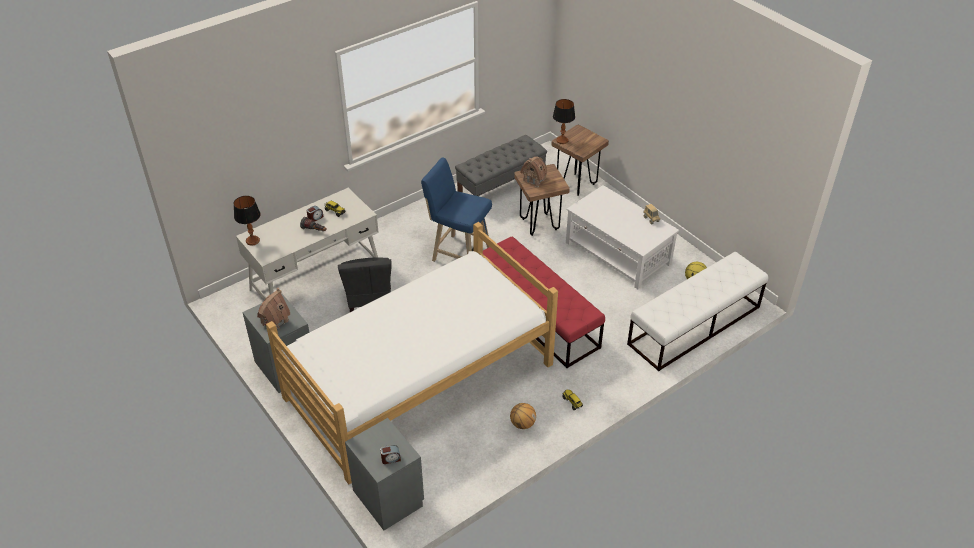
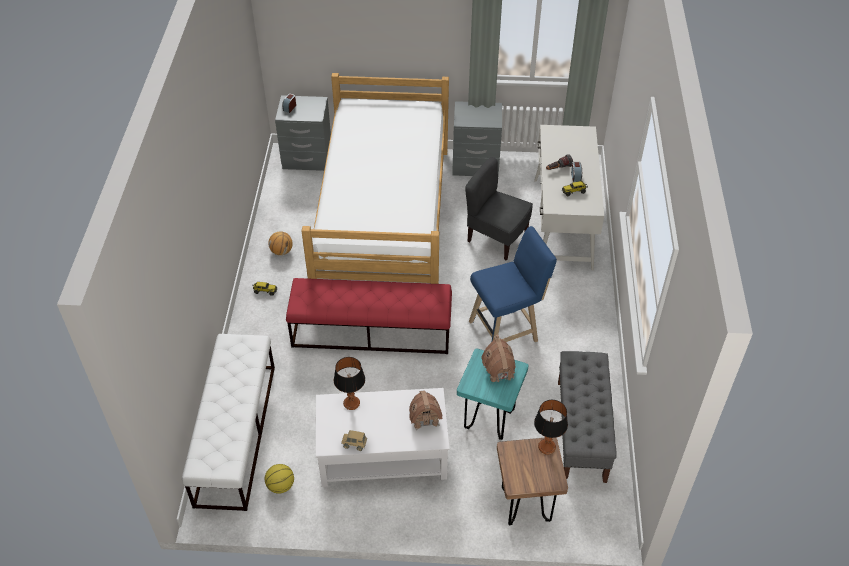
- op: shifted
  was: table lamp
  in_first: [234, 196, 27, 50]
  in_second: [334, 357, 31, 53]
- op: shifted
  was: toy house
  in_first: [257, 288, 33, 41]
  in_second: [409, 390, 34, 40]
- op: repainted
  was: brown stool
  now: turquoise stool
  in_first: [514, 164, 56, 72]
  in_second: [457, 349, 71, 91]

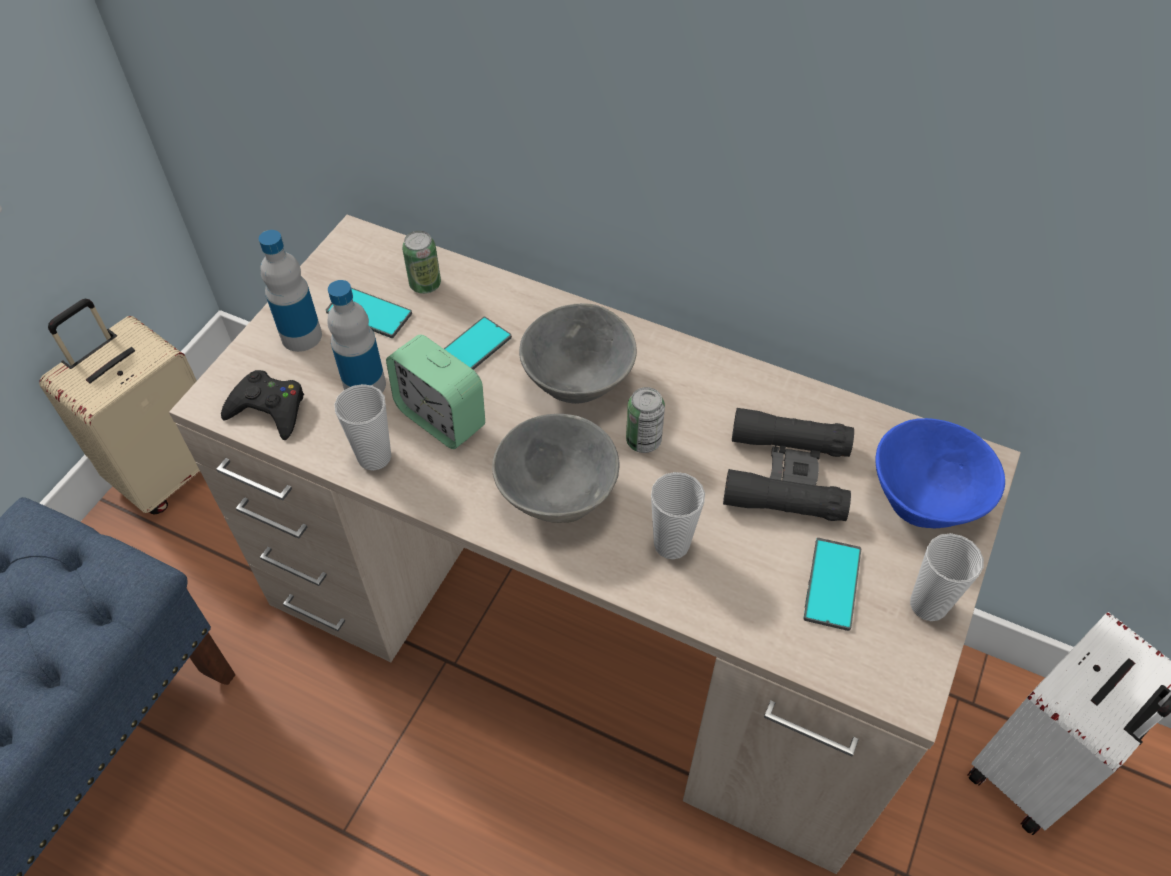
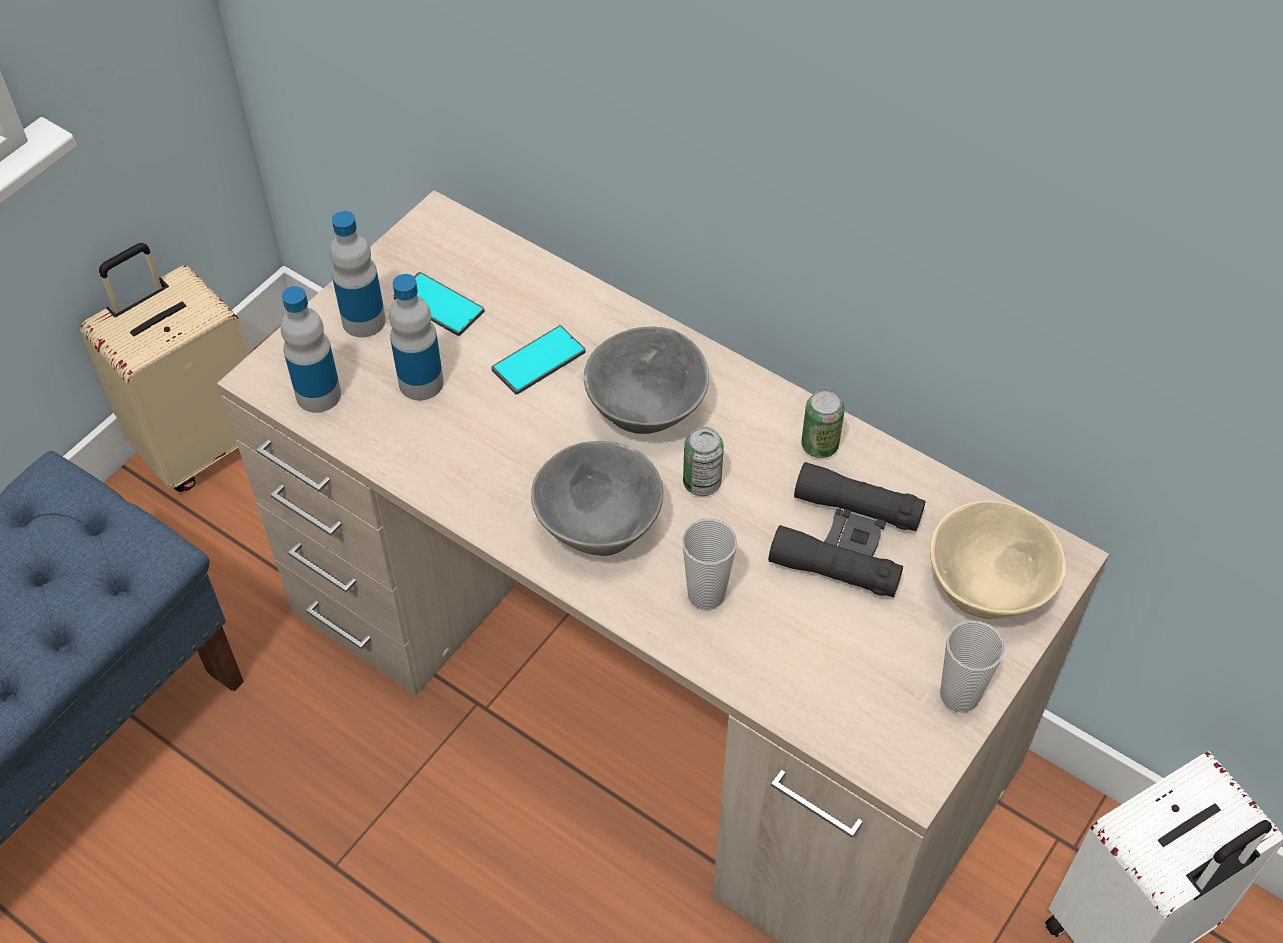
- op: swapped
  was: black game controller
  now: bottle
  in_first: [221, 370, 83, 70]
  in_second: [281, 286, 60, 127]
- op: shifted
  was: can
  in_first: [402, 231, 39, 63]
  in_second: [801, 389, 44, 69]
- op: repainted
  was: blue bowl
  now: beige bowl
  in_first: [875, 418, 130, 110]
  in_second: [930, 500, 136, 119]
- op: gone
  was: cup
  in_first: [334, 384, 57, 87]
- op: gone
  was: alarm clock
  in_first: [386, 334, 99, 115]
- op: gone
  was: phone
  in_first: [804, 538, 57, 93]

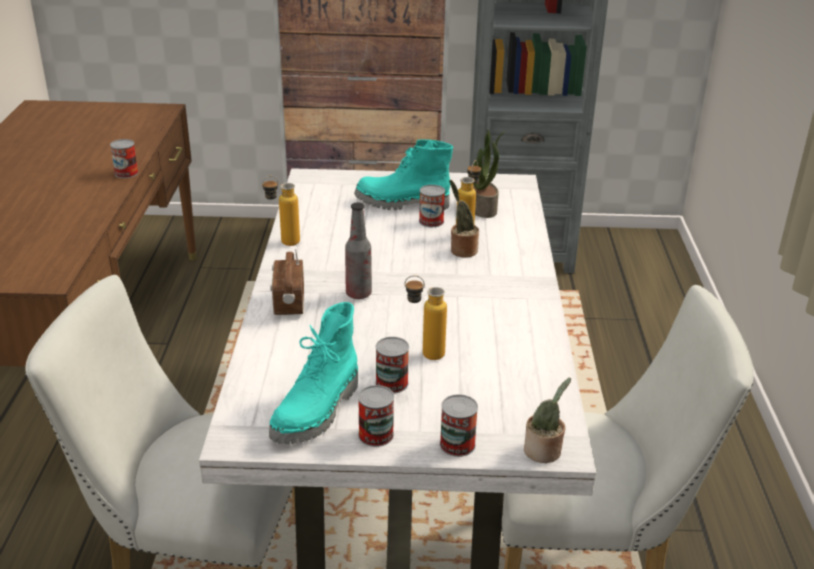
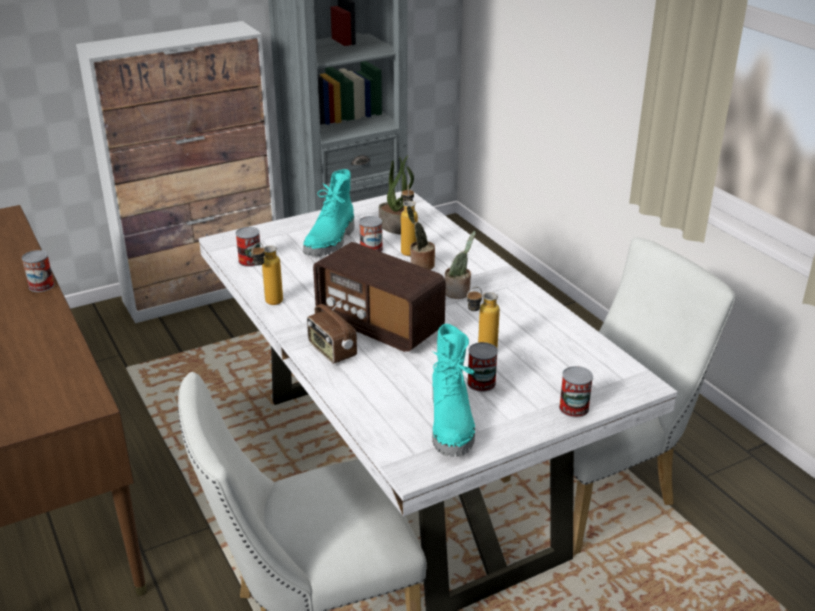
- op: shifted
  was: can
  in_first: [358, 385, 36, 62]
  in_second: [236, 227, 25, 40]
- op: rotated
  was: turquoise boot
  in_first: [354, 139, 99, 71]
  in_second: [303, 169, 51, 87]
  clockwise: -45
- op: swapped
  was: bottle
  now: radio
  in_first: [345, 202, 27, 97]
  in_second: [313, 242, 133, 110]
- op: shifted
  was: potted plant
  in_first: [524, 377, 47, 86]
  in_second: [445, 231, 31, 68]

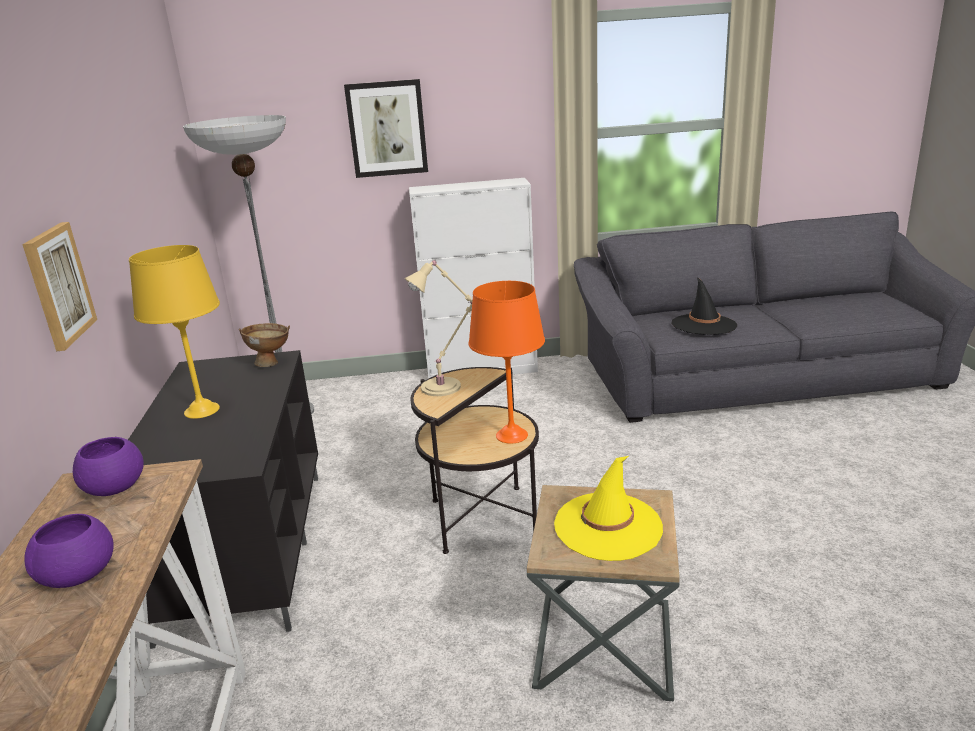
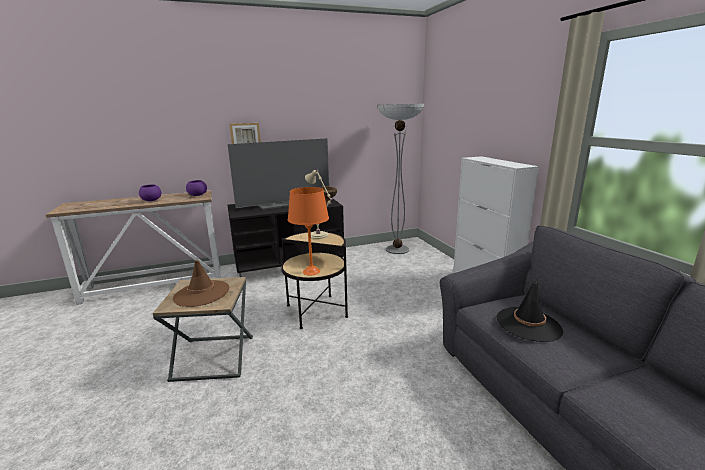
- op: repainted
  was: yellow hat
  now: brown hat
  in_first: [554, 456, 109, 105]
  in_second: [173, 260, 56, 47]
- op: swapped
  was: yellow table lamp
  now: television
  in_first: [129, 245, 91, 174]
  in_second: [228, 138, 101, 72]
- op: gone
  was: picture
  in_first: [344, 79, 84, 99]

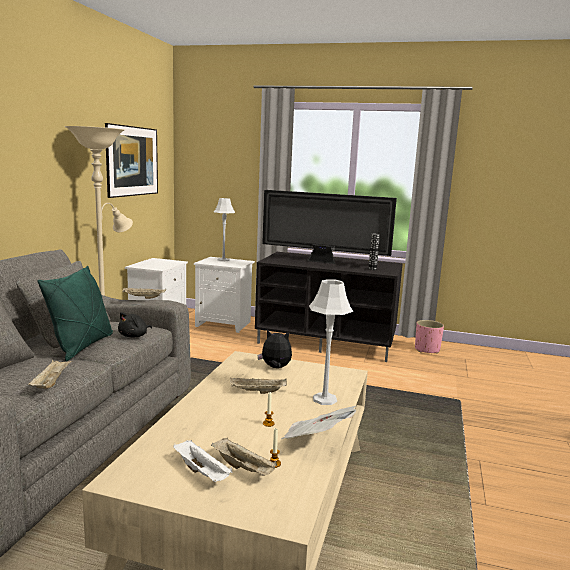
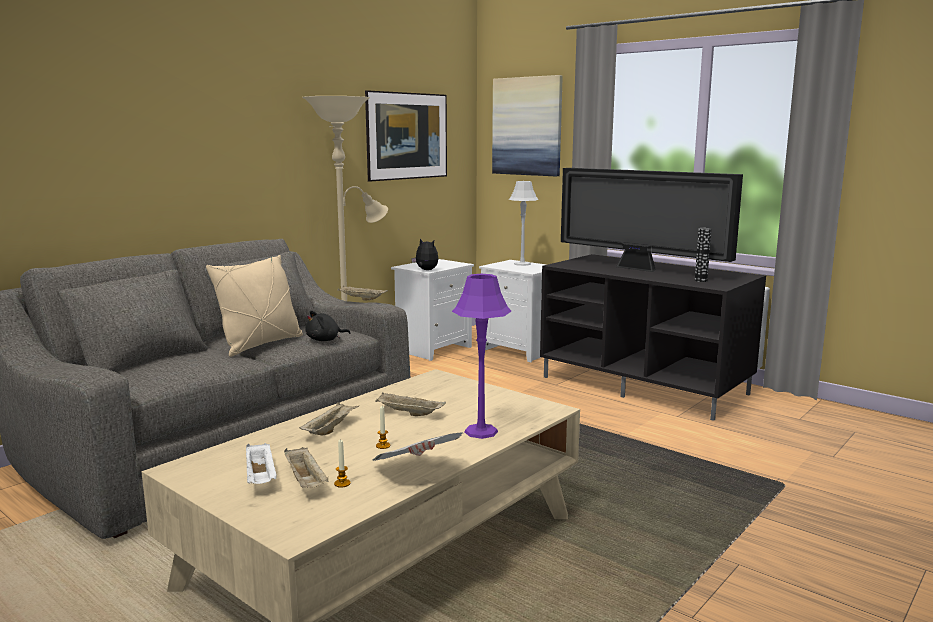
- op: repainted
  was: green pillow
  now: beige pillow
  in_first: [38, 266, 75, 95]
  in_second: [206, 255, 97, 102]
- op: shifted
  was: beige tray
  in_first: [28, 360, 45, 28]
  in_second: [299, 402, 60, 33]
- op: shifted
  was: plush toy
  in_first: [257, 329, 35, 39]
  in_second: [411, 238, 27, 32]
- op: repainted
  was: grey table lamp
  now: purple table lamp
  in_first: [309, 279, 45, 126]
  in_second: [452, 274, 59, 165]
- op: new
  now: picture
  in_second: [492, 75, 71, 101]
- op: gone
  was: pink planter
  in_first: [415, 320, 29, 34]

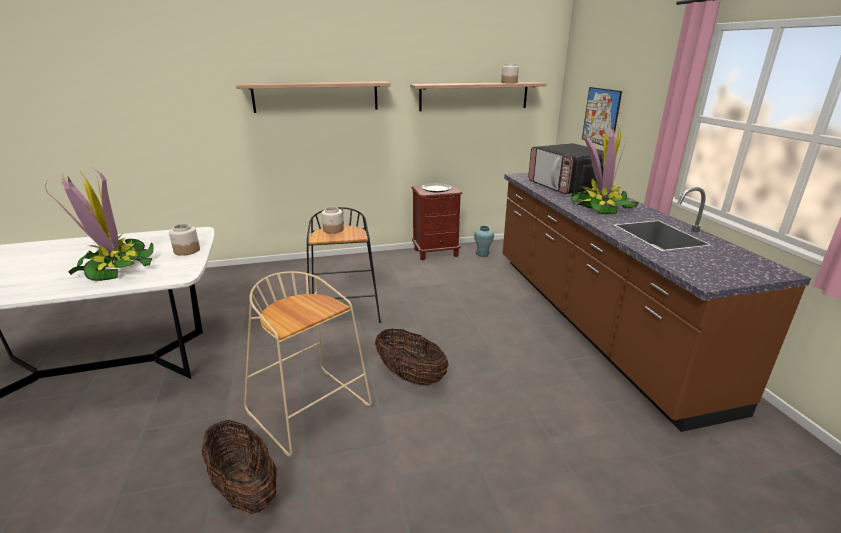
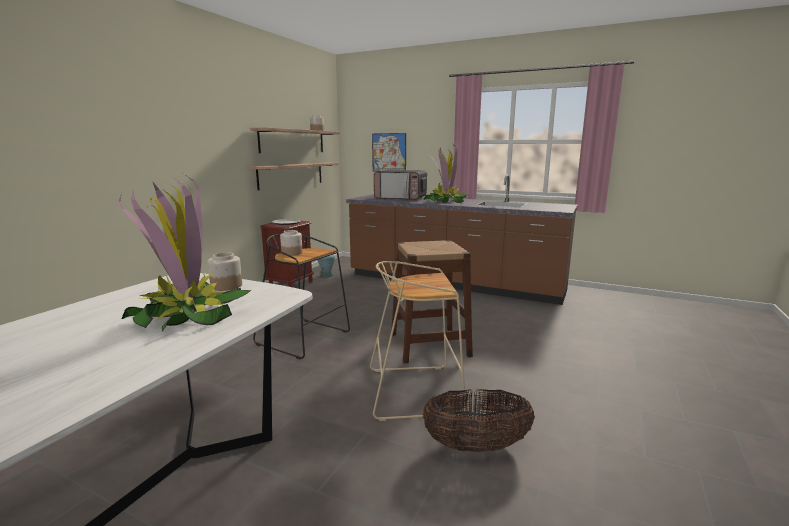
- op: shifted
  was: shelf
  in_first: [236, 81, 155, 32]
  in_second: [249, 162, 90, 28]
- op: swapped
  was: basket
  now: brown stool
  in_first: [375, 328, 74, 58]
  in_second: [391, 240, 82, 123]

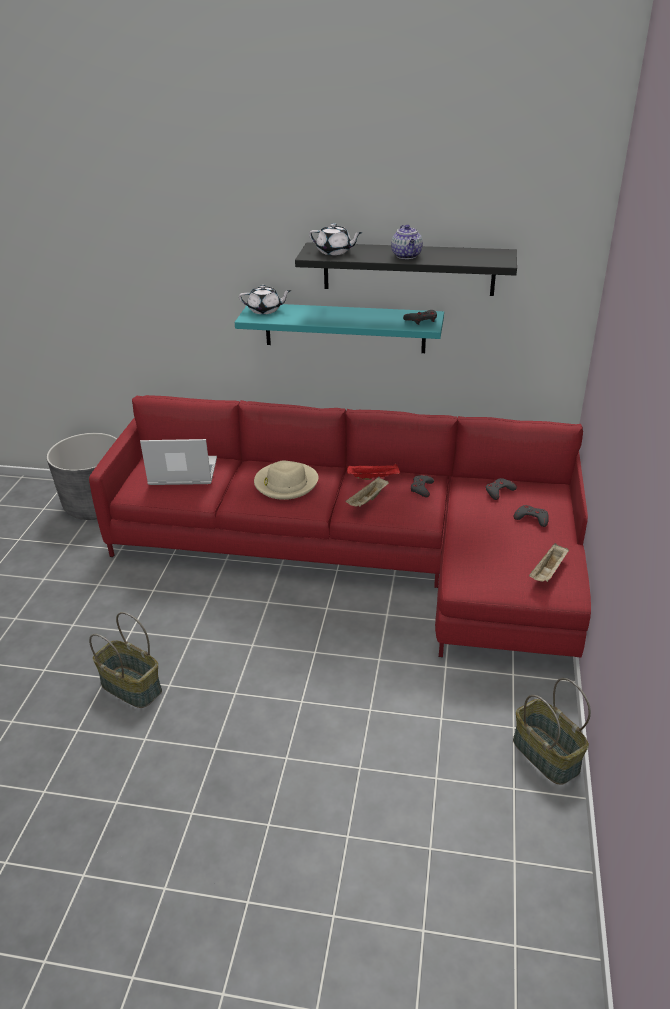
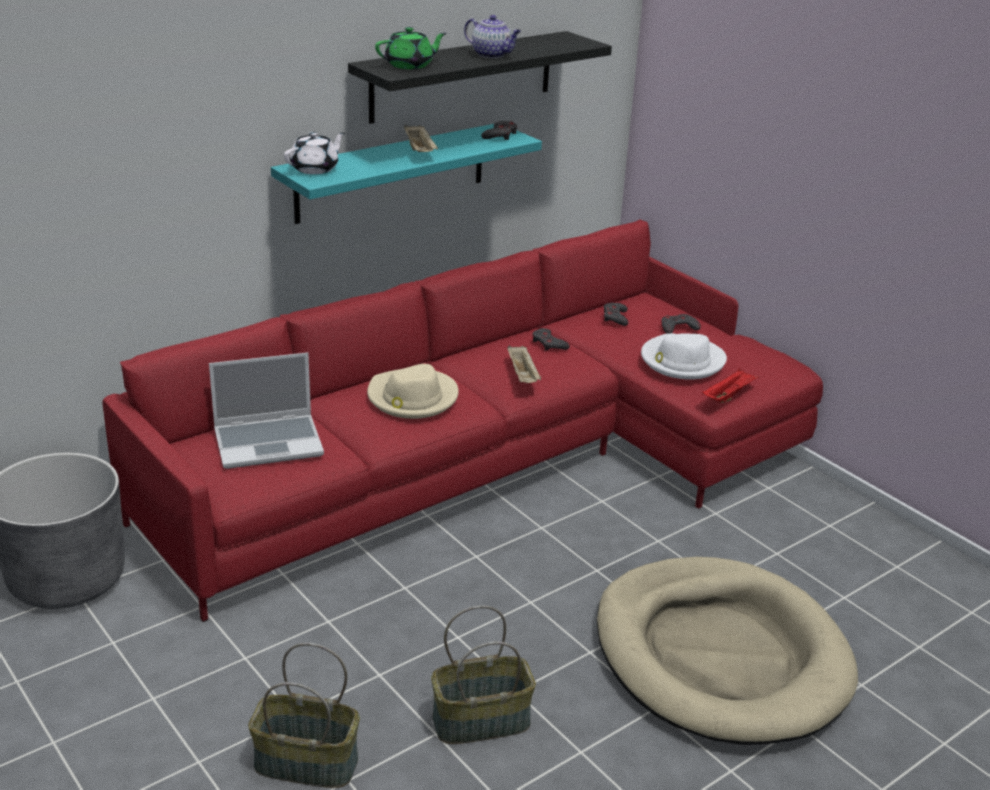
- op: rotated
  was: laptop
  in_first: [140, 439, 77, 46]
  in_second: [209, 352, 115, 117]
  clockwise: -150
- op: shifted
  was: basket
  in_first: [513, 678, 78, 107]
  in_second: [248, 643, 112, 145]
- op: repainted
  was: white teapot
  now: green teapot
  in_first: [309, 223, 54, 32]
  in_second: [375, 27, 71, 42]
- op: shifted
  was: beige tray
  in_first: [529, 543, 40, 39]
  in_second: [404, 124, 34, 28]
- op: new
  now: beige dog bed
  in_second: [597, 557, 261, 188]
- op: new
  now: white hat
  in_second: [641, 333, 86, 47]
- op: shifted
  was: red tray
  in_first: [347, 464, 53, 16]
  in_second: [702, 368, 58, 35]

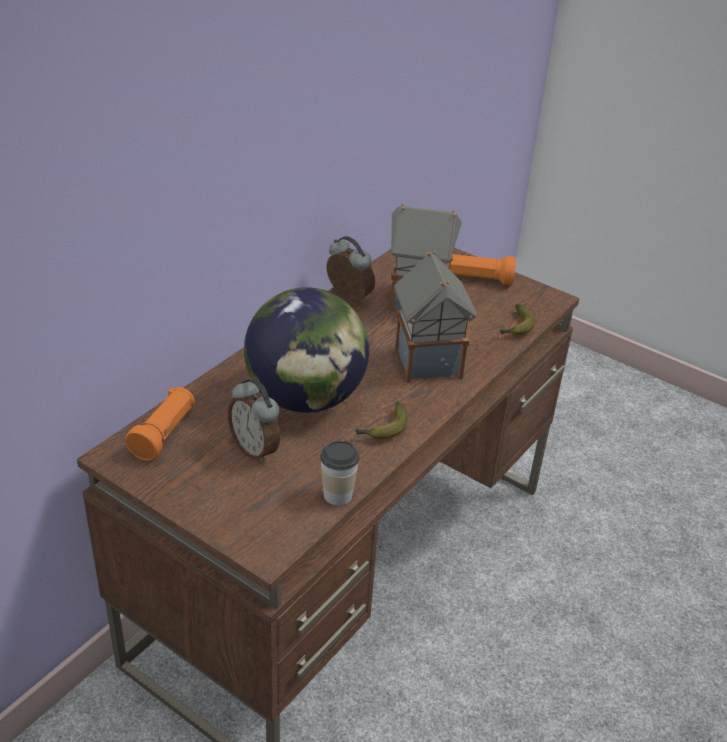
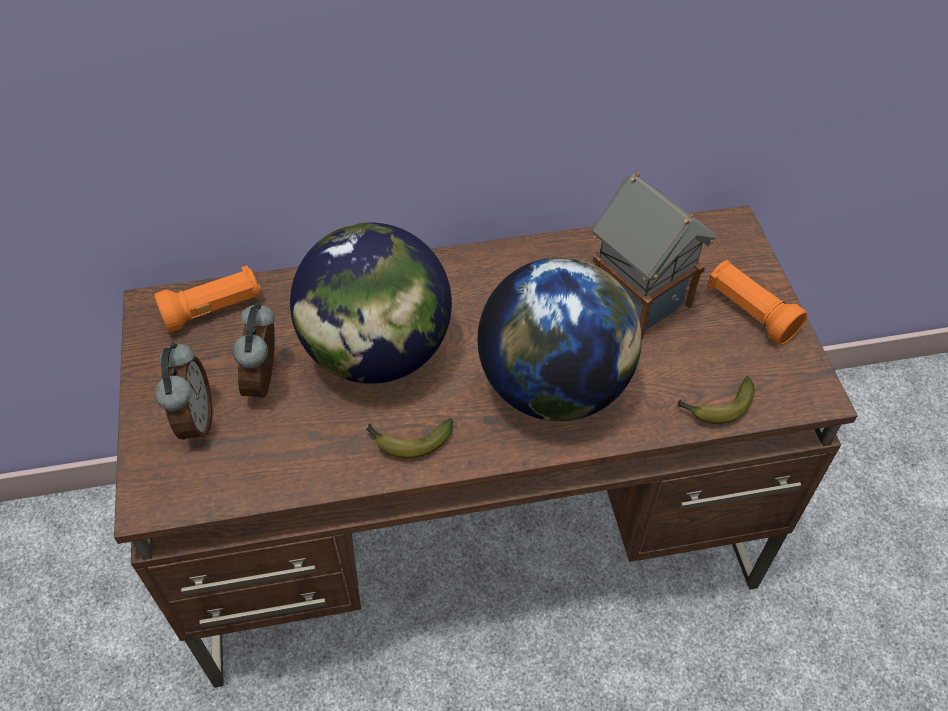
- op: shifted
  was: alarm clock
  in_first: [326, 236, 49, 67]
  in_second: [155, 342, 57, 100]
- op: swapped
  was: toy house
  now: globe
  in_first: [394, 251, 83, 132]
  in_second: [478, 257, 164, 164]
- op: gone
  was: cup
  in_first: [320, 441, 39, 65]

